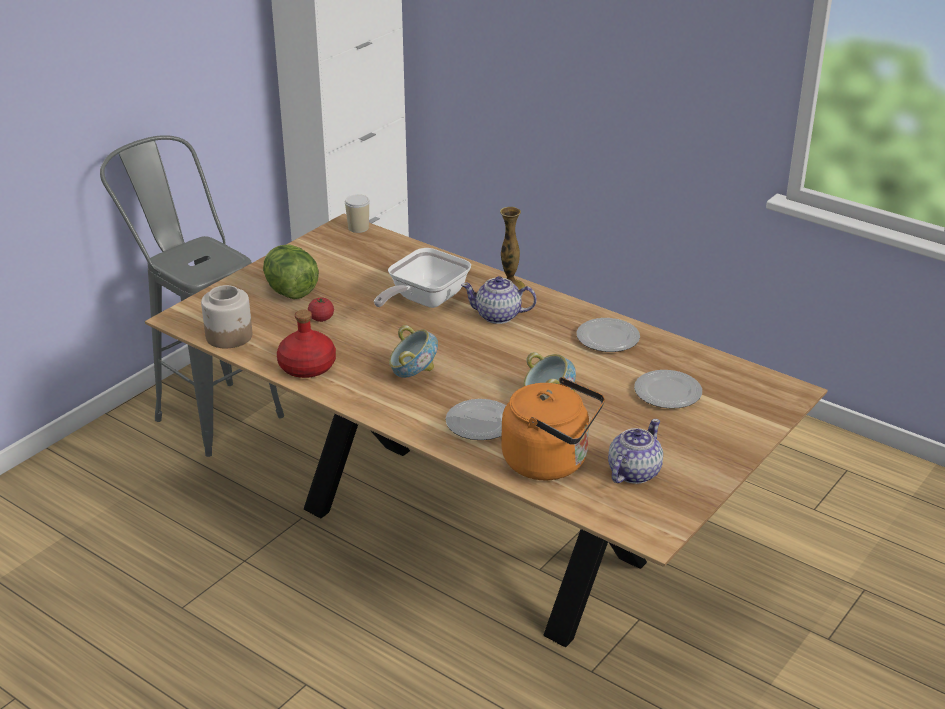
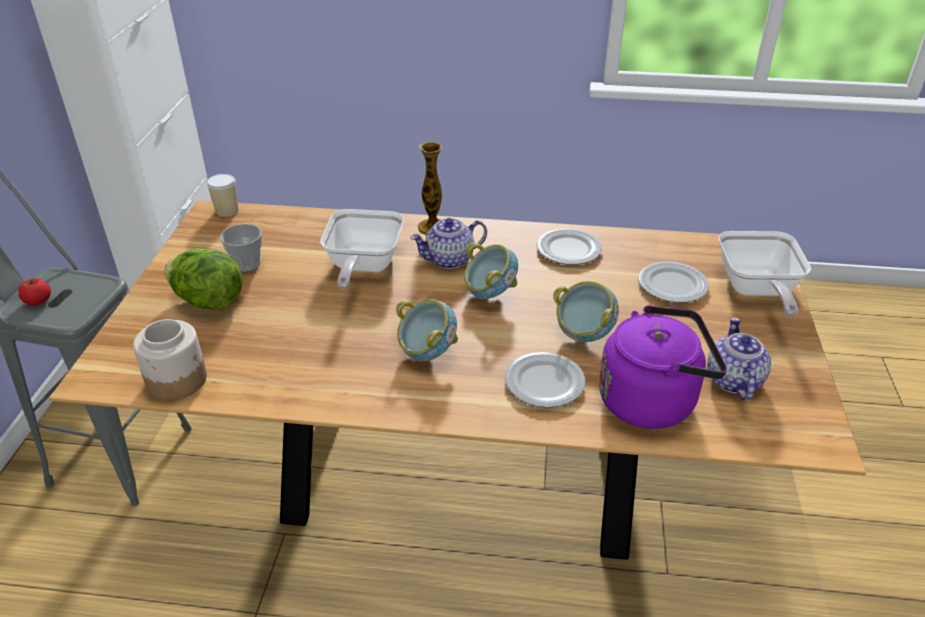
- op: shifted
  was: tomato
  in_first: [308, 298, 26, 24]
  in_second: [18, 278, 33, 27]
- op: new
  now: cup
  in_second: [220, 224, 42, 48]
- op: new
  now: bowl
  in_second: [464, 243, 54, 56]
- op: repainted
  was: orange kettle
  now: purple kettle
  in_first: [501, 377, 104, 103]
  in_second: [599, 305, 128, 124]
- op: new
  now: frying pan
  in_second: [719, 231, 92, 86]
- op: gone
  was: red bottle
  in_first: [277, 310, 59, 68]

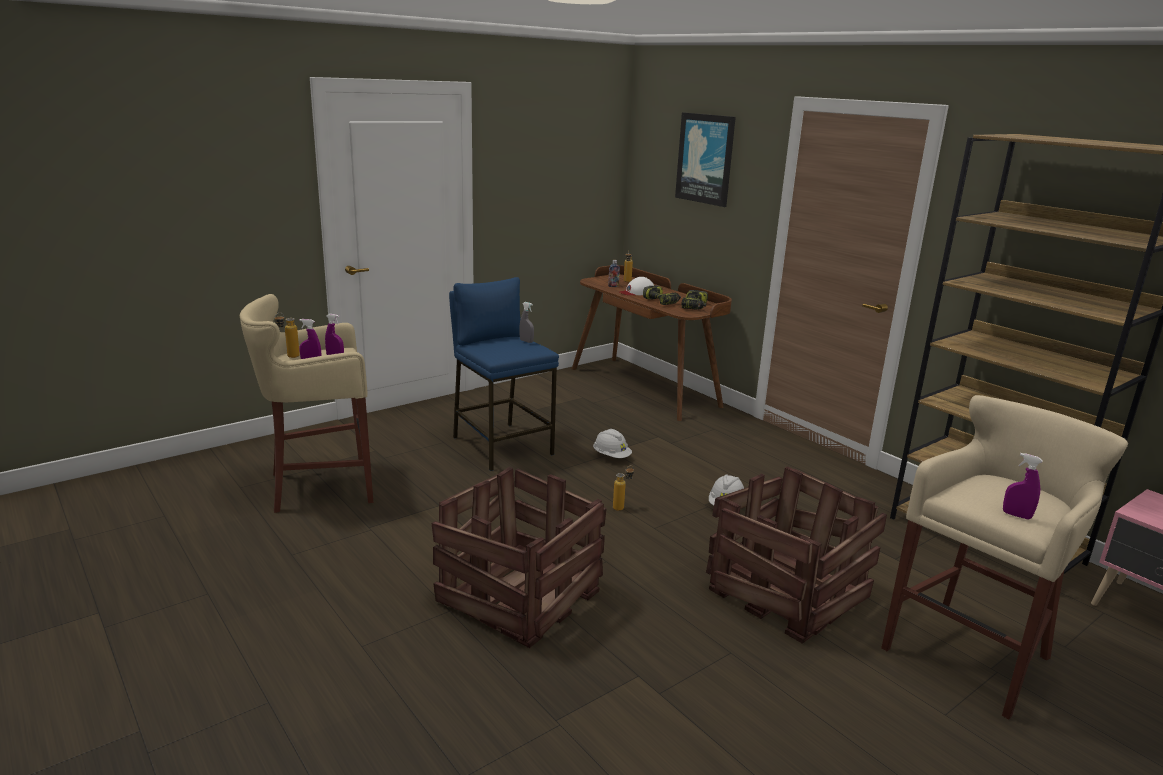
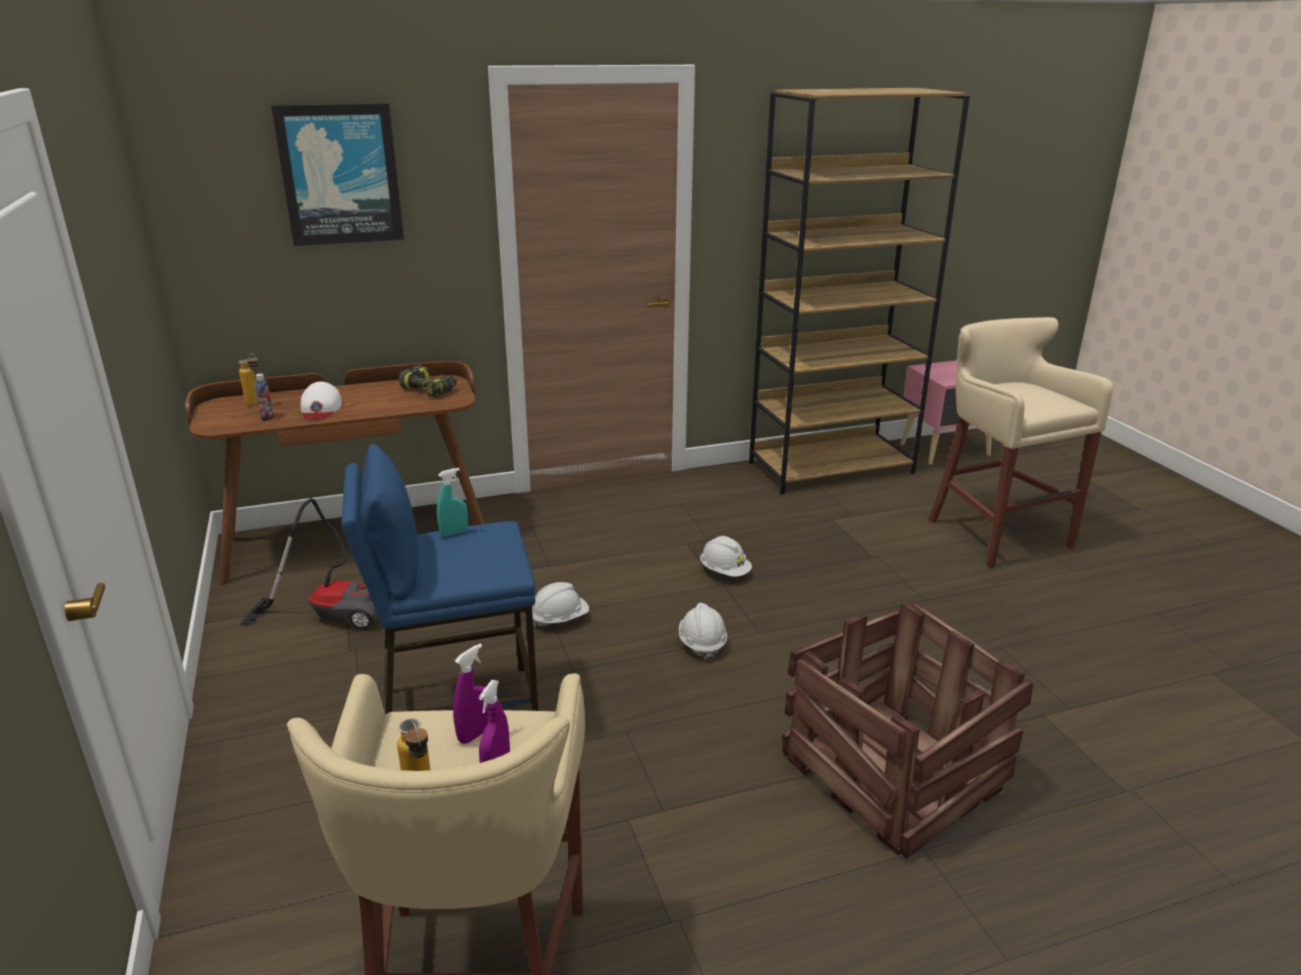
- op: new
  now: vacuum cleaner
  in_second: [241, 498, 138, 133]
- op: repainted
  was: grey spray bottle
  now: turquoise spray bottle
  in_first: [519, 302, 15, 41]
  in_second: [437, 468, 31, 68]
- op: swapped
  was: bottle
  now: white hard hat
  in_first: [613, 466, 21, 45]
  in_second: [679, 603, 48, 58]
- op: gone
  was: power drill
  in_first: [643, 285, 38, 20]
- op: gone
  was: crate
  in_first: [706, 466, 181, 178]
- op: gone
  was: purple spray bottle
  in_first: [1003, 453, 40, 67]

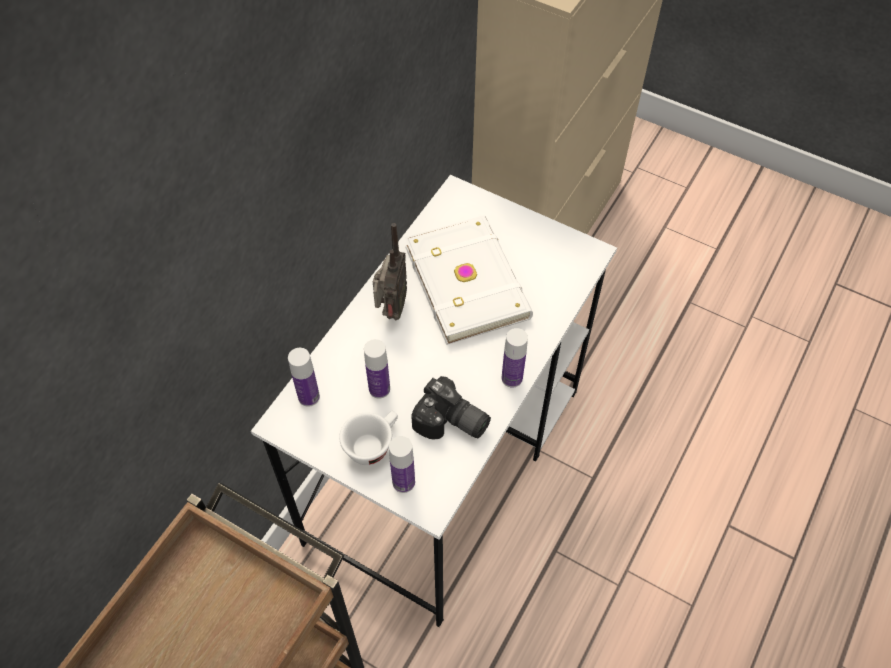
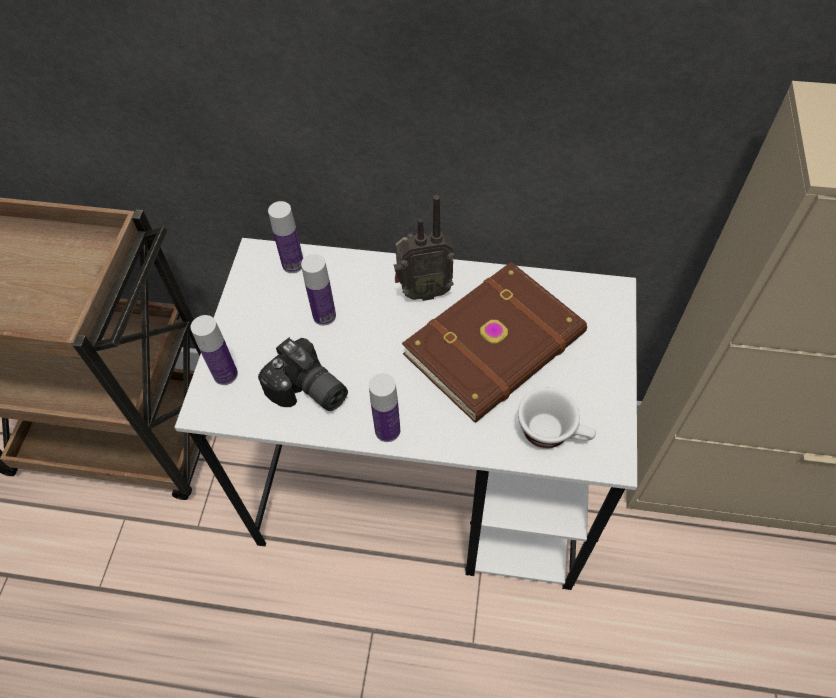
- op: rotated
  was: photo camera
  in_first: [411, 376, 80, 64]
  in_second: [258, 337, 90, 74]
  clockwise: -60
- op: repainted
  was: white book
  now: brown book
  in_first: [405, 215, 128, 130]
  in_second: [402, 262, 185, 160]
- op: shifted
  was: white cup
  in_first: [339, 411, 59, 54]
  in_second: [518, 388, 78, 61]

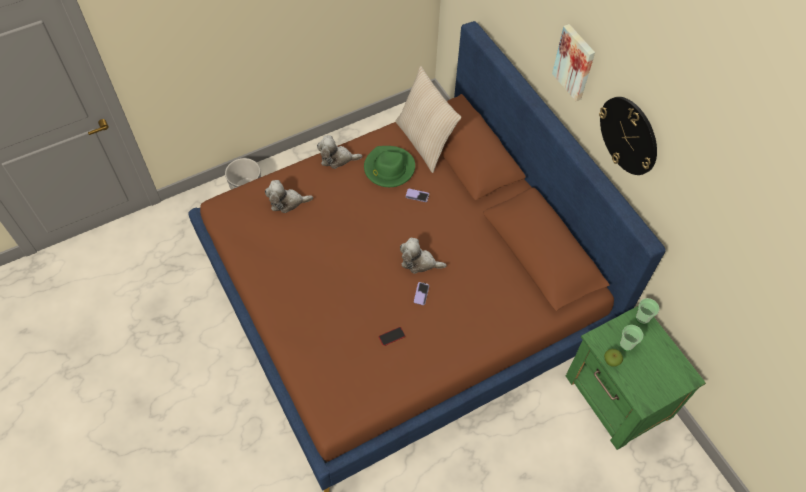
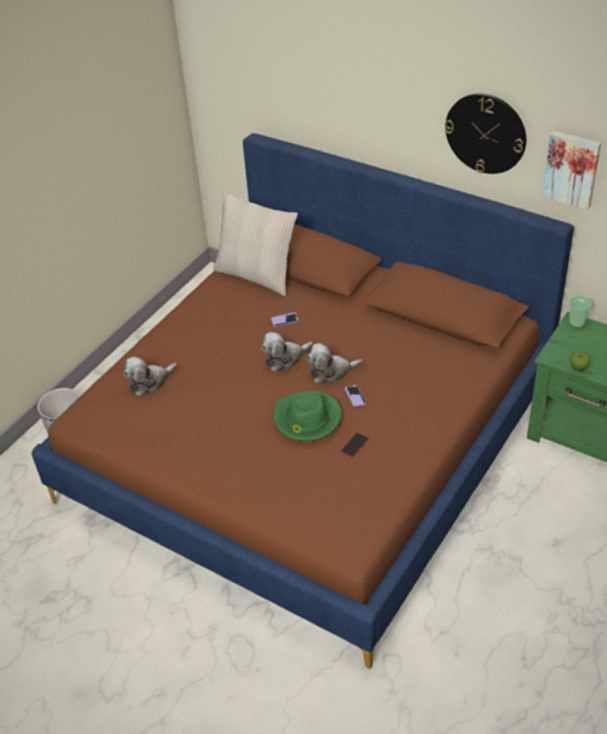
- op: shifted
  was: plush toy
  in_first: [317, 135, 46, 34]
  in_second: [262, 332, 51, 40]
- op: shifted
  was: green hat
  in_first: [364, 146, 51, 41]
  in_second: [274, 391, 67, 50]
- op: shifted
  was: picture
  in_first: [552, 24, 43, 77]
  in_second: [542, 131, 59, 79]
- op: gone
  was: cup
  in_first: [620, 325, 23, 26]

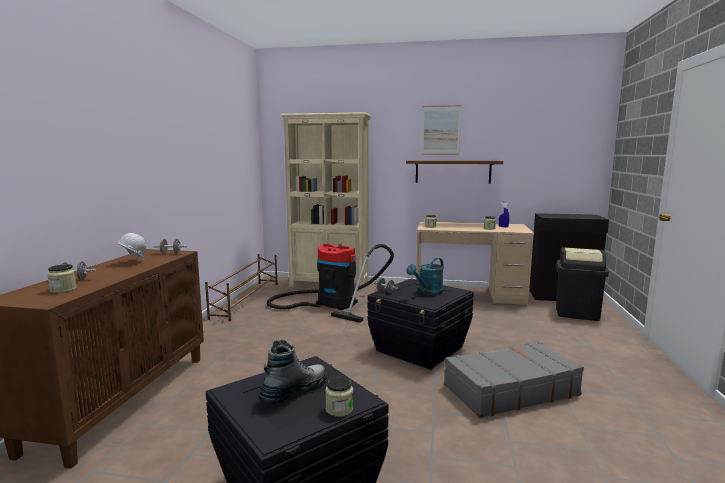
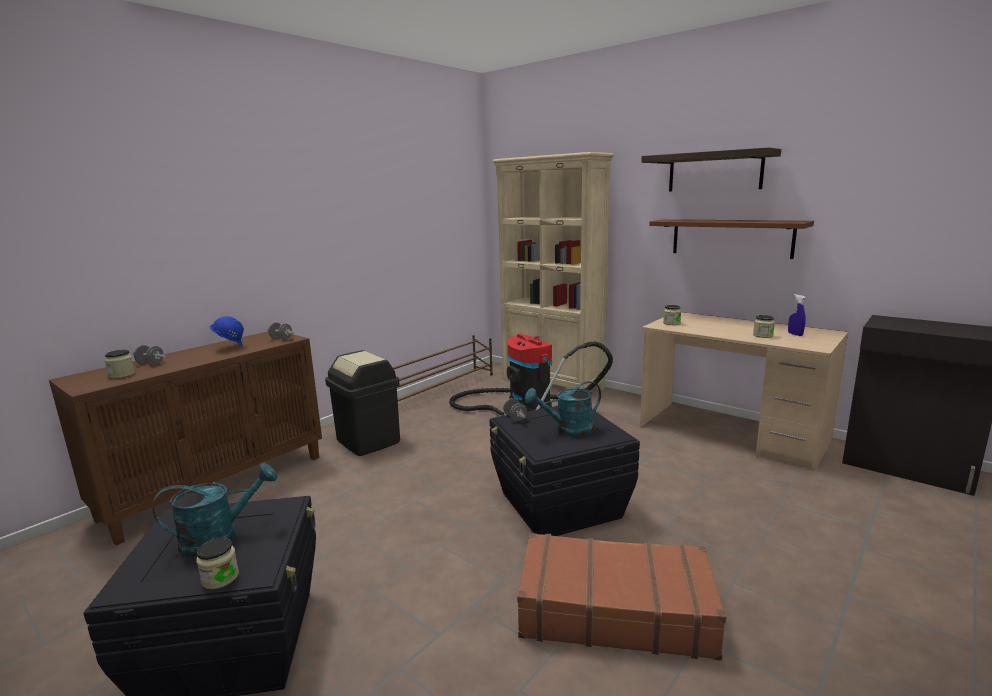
- op: swapped
  was: boot
  now: turquoise watering can
  in_first: [258, 340, 69, 64]
  in_second: [153, 463, 124, 94]
- op: repainted
  was: white hard hat
  now: blue hard hat
  in_first: [117, 233, 30, 28]
  in_second: [210, 316, 34, 31]
- op: shifted
  was: black trash can
  in_first: [556, 247, 53, 74]
  in_second: [325, 350, 75, 106]
- op: repainted
  was: grey suitcase
  now: brown suitcase
  in_first: [444, 342, 140, 76]
  in_second: [517, 533, 209, 128]
- op: swapped
  was: picture
  now: shelf
  in_first: [421, 105, 40, 50]
  in_second: [641, 147, 140, 44]

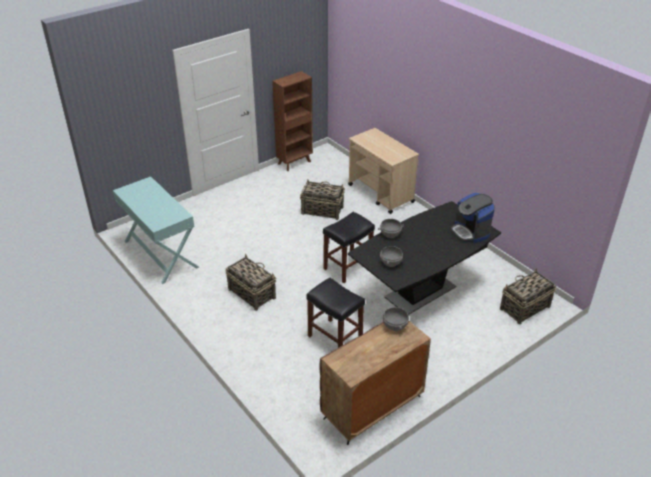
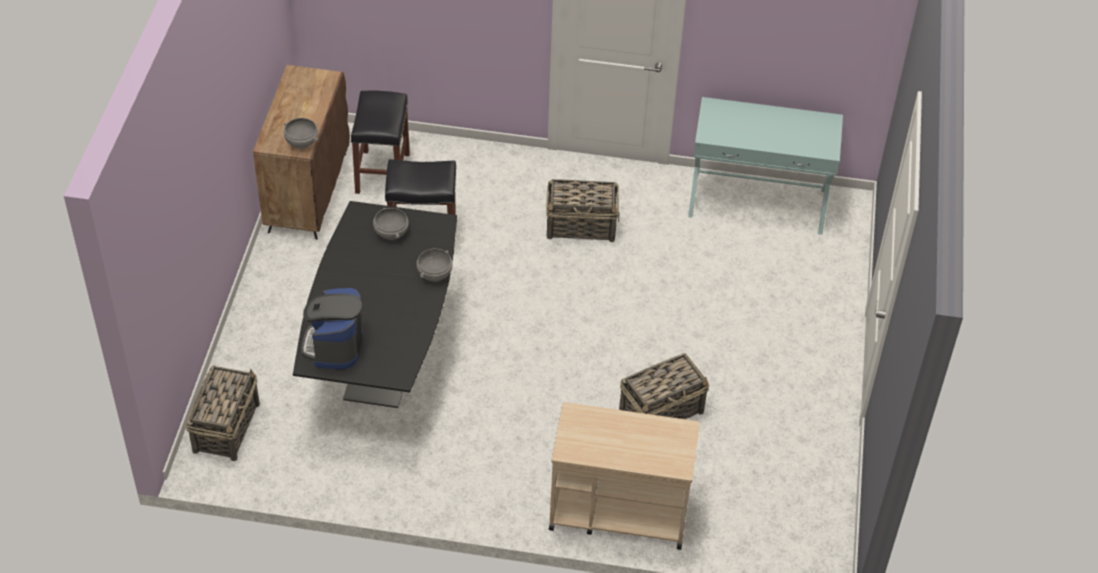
- op: rotated
  was: coffee machine
  in_first: [451, 193, 44, 50]
  in_second: [302, 288, 61, 81]
  clockwise: -105
- op: shifted
  was: black stool
  in_first: [323, 212, 52, 71]
  in_second: [351, 91, 59, 103]
- op: gone
  was: brown bookcase
  in_first: [272, 71, 41, 100]

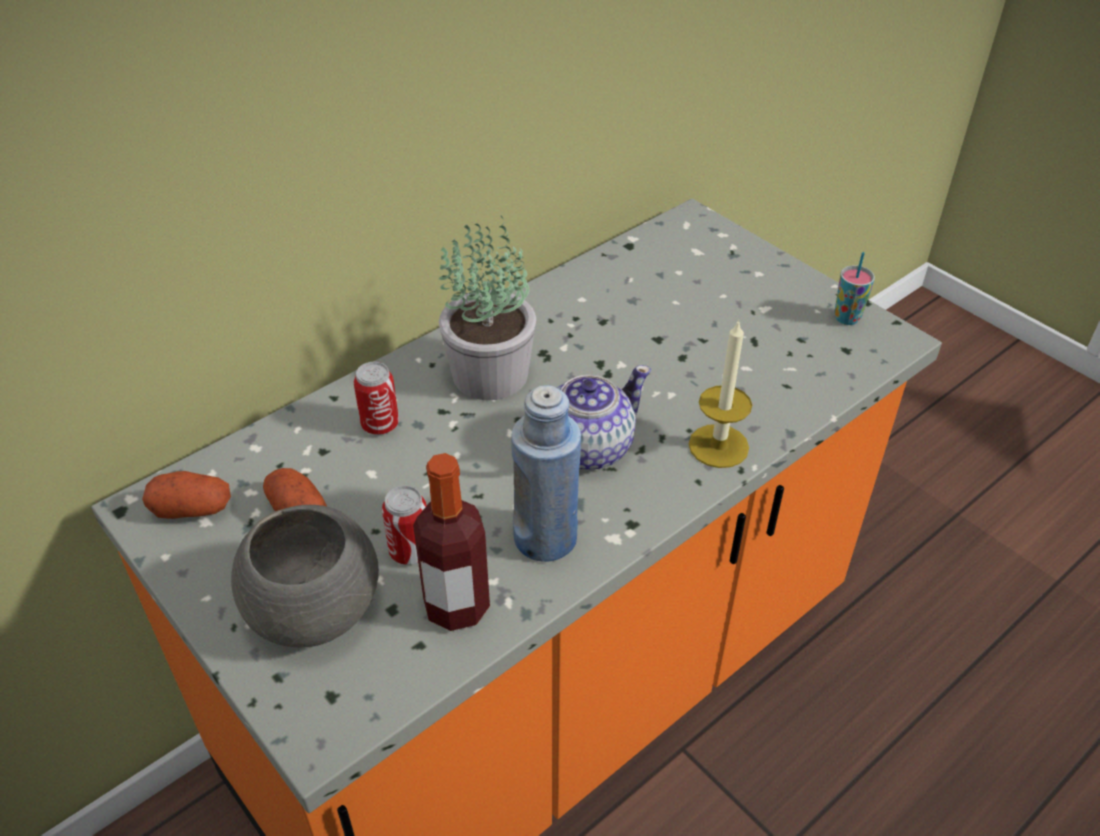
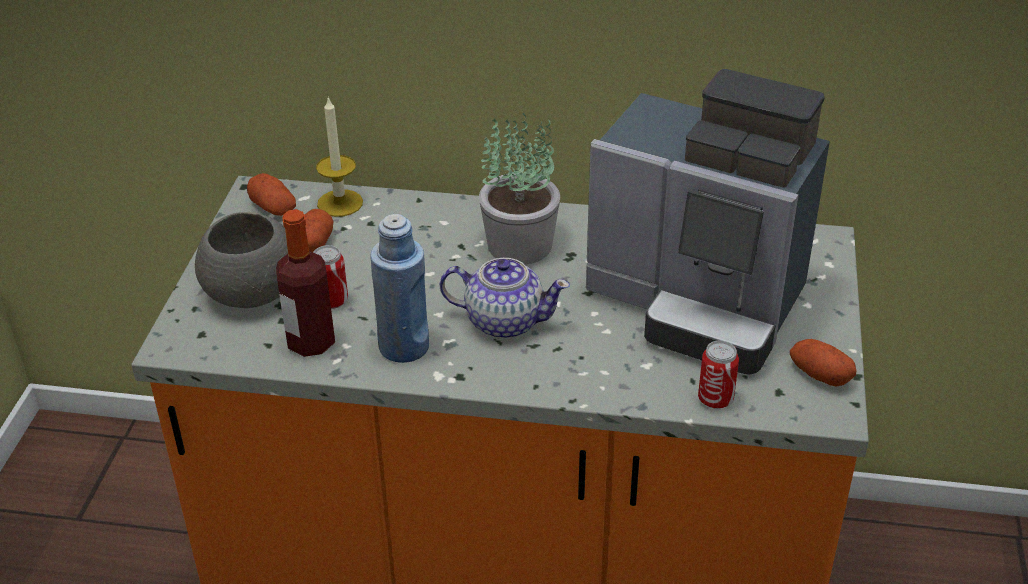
- op: shifted
  was: candle
  in_first: [689, 319, 63, 149]
  in_second: [316, 96, 47, 121]
- op: new
  now: coffee machine
  in_second: [586, 69, 244, 306]
- op: shifted
  was: can
  in_first: [354, 362, 45, 73]
  in_second: [698, 340, 41, 69]
- op: swapped
  was: cup
  now: potato
  in_first: [834, 252, 41, 73]
  in_second: [790, 339, 66, 48]

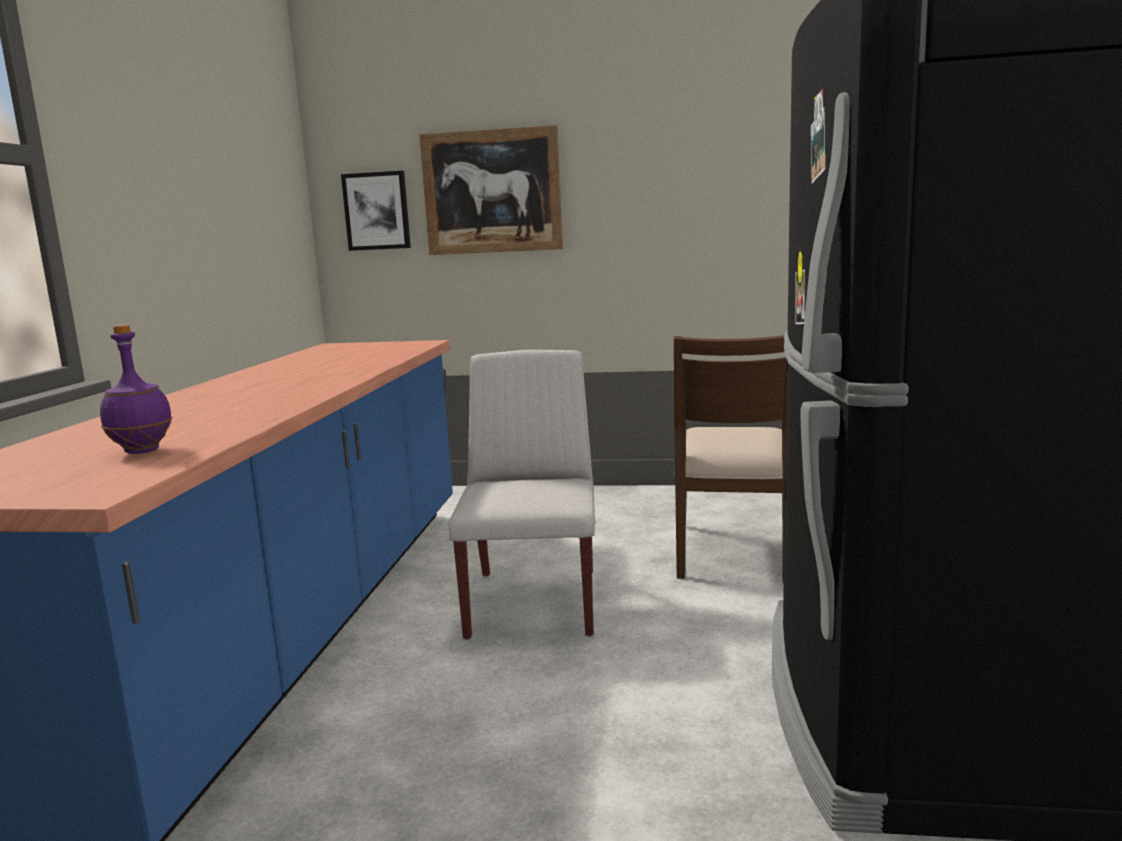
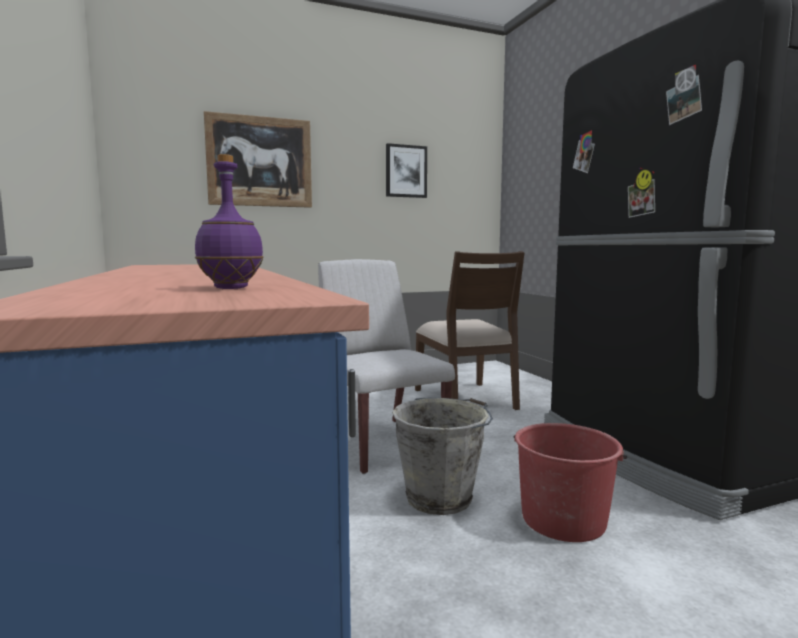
- op: shifted
  was: picture
  in_first: [341, 171, 70, 80]
  in_second: [386, 143, 41, 55]
- op: new
  now: grey bucket
  in_second: [392, 397, 101, 118]
- op: new
  now: red bucket
  in_second: [514, 423, 113, 119]

